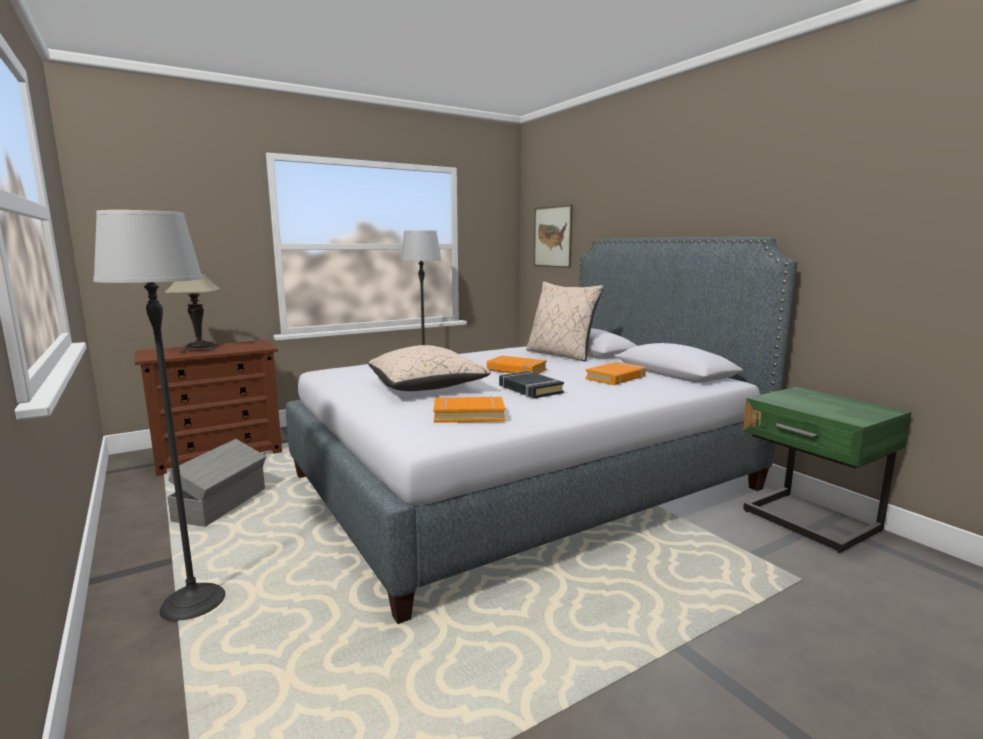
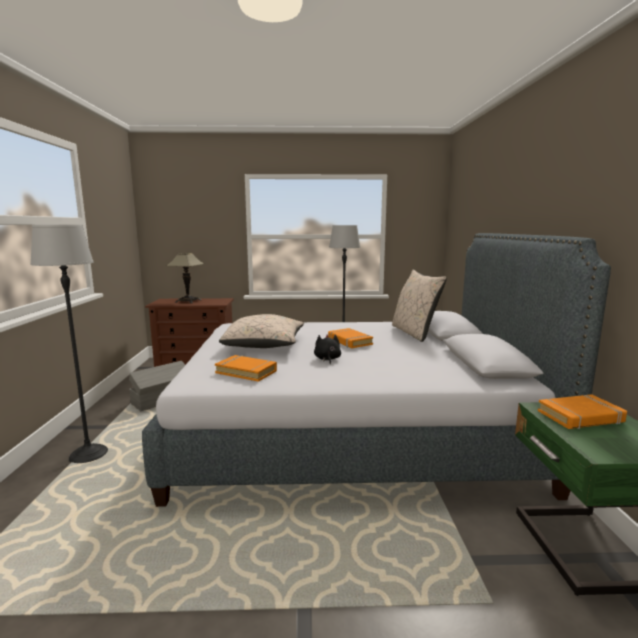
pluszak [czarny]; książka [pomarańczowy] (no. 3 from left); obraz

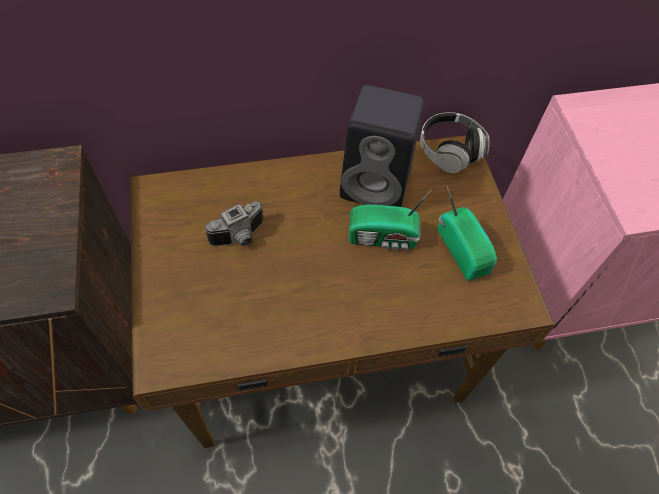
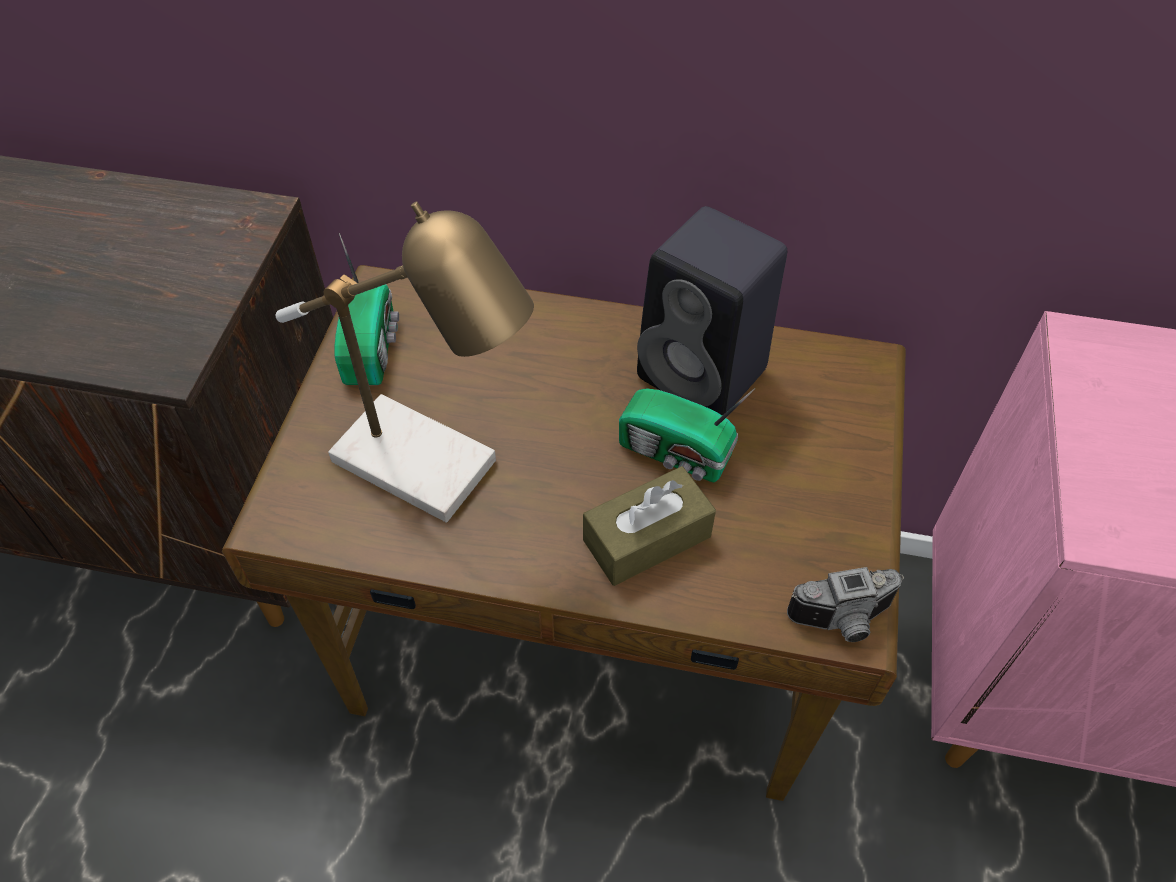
lampa stołowa; radio (no. 1 from left); pudełko chusteczek [brązowy]; aparat fotograficzny; słuchawki

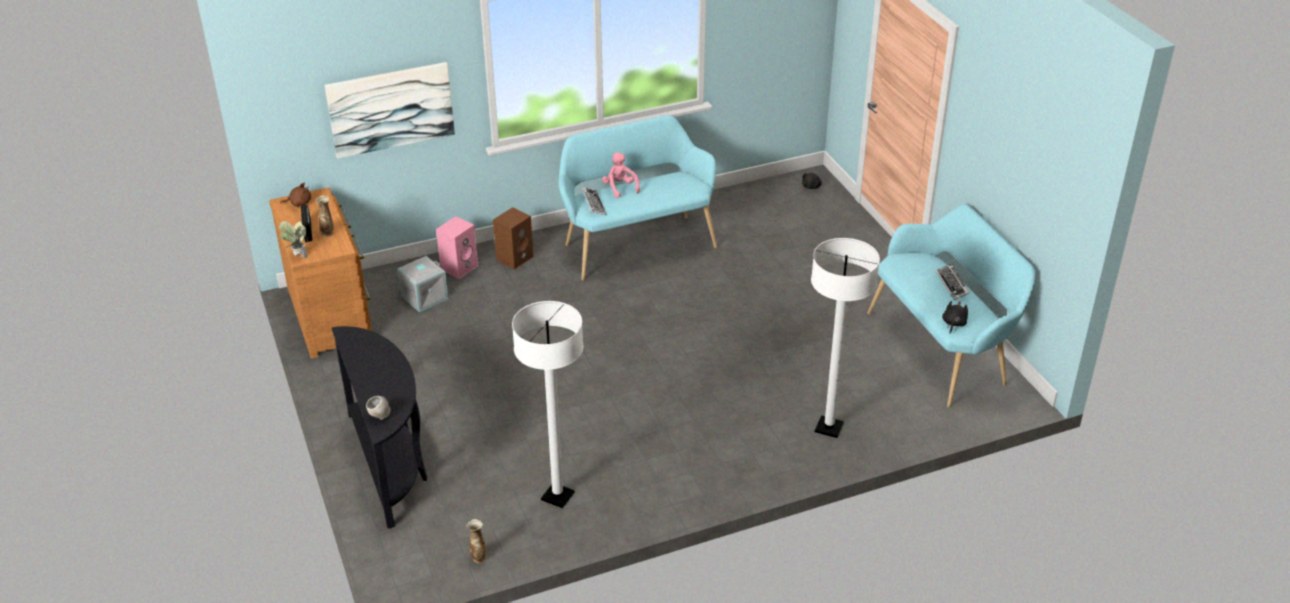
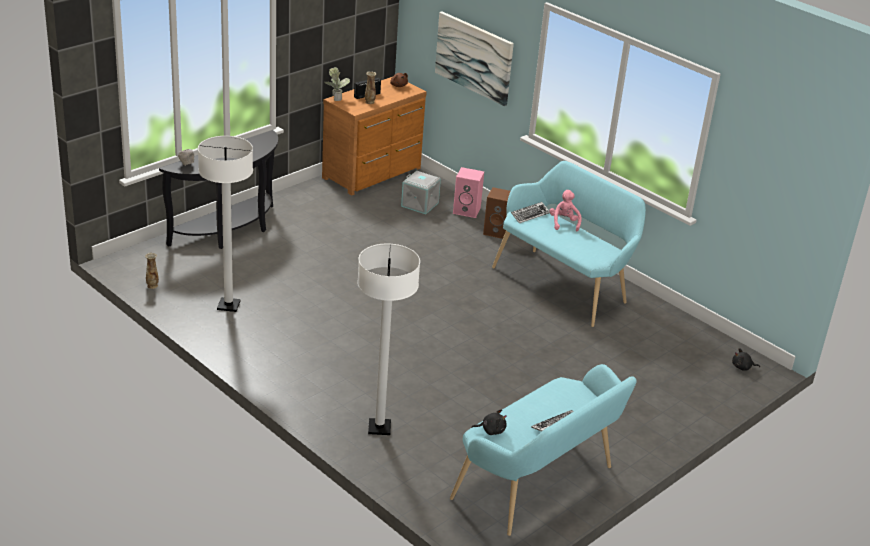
pluszak [różowy]

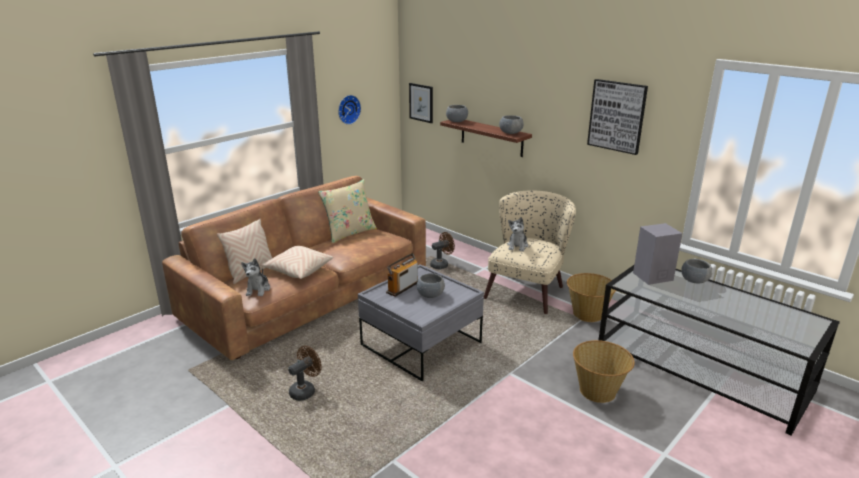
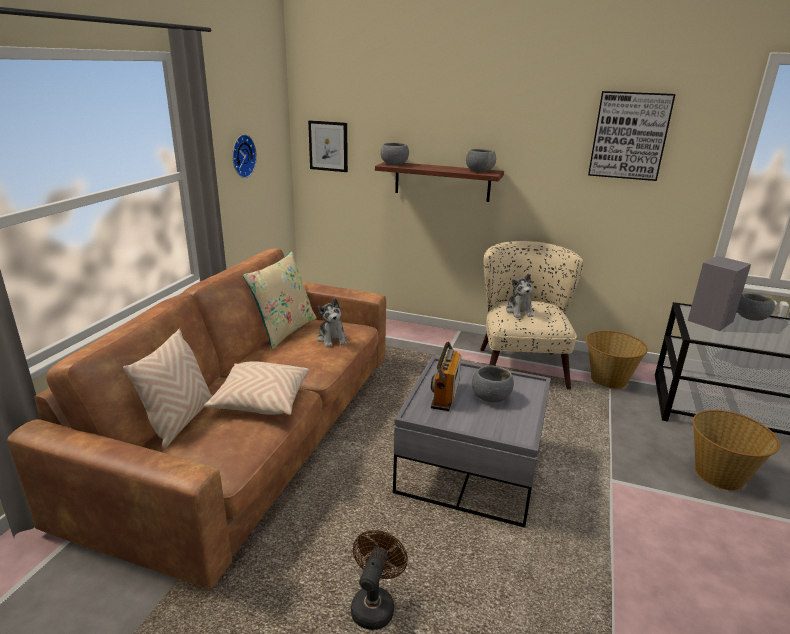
pluszak (no. 1 from left); wentylator [brązowy] (no. 2 from left in the first image)

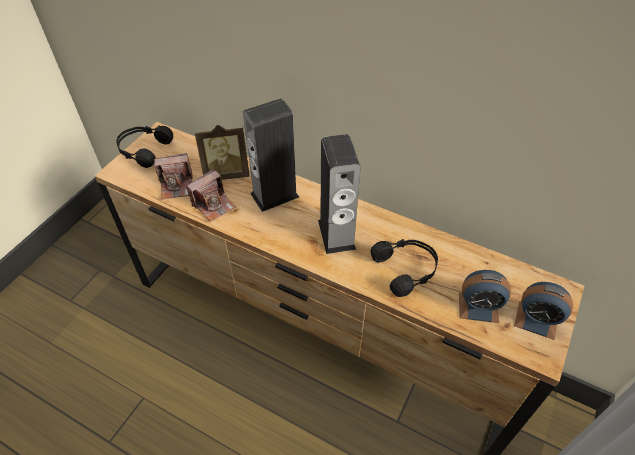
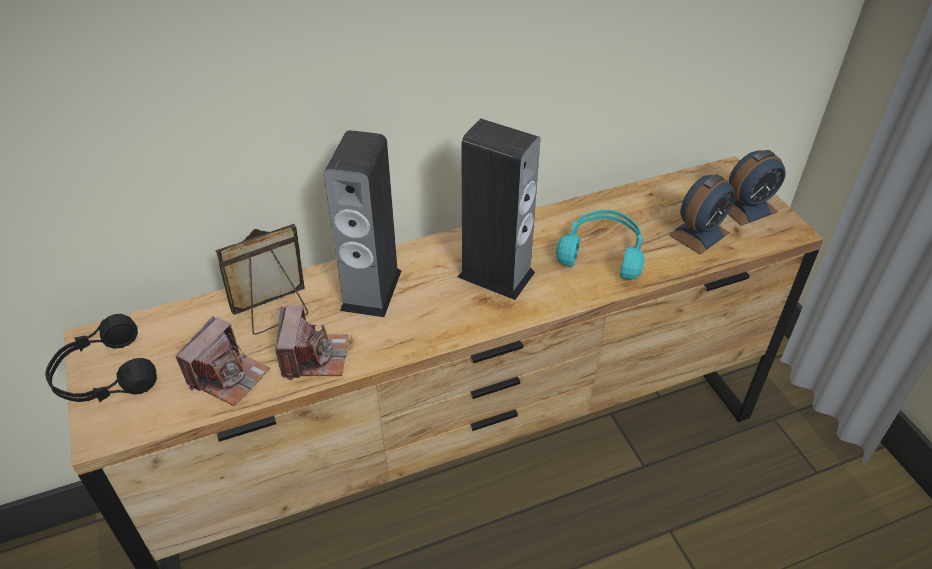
ramka na zdjęcie; słuchawki [turkusowy]

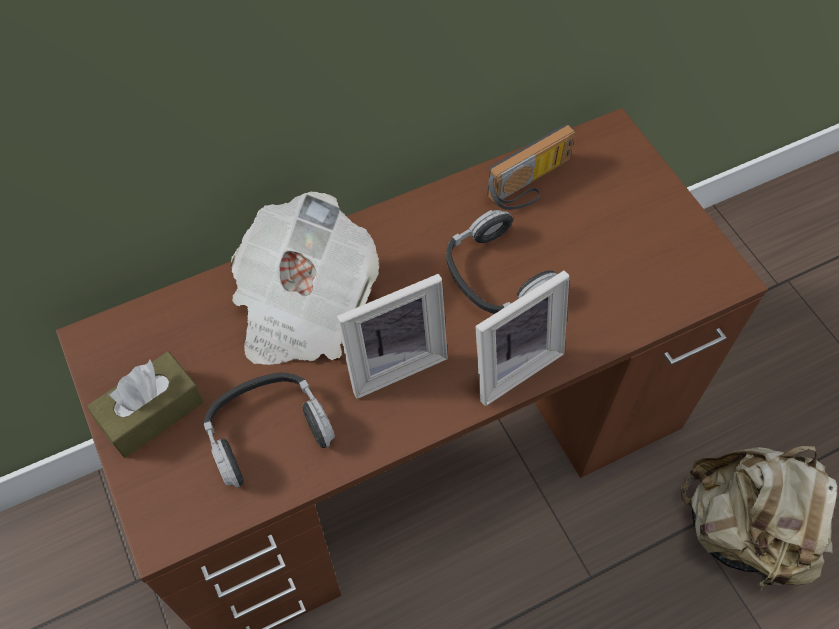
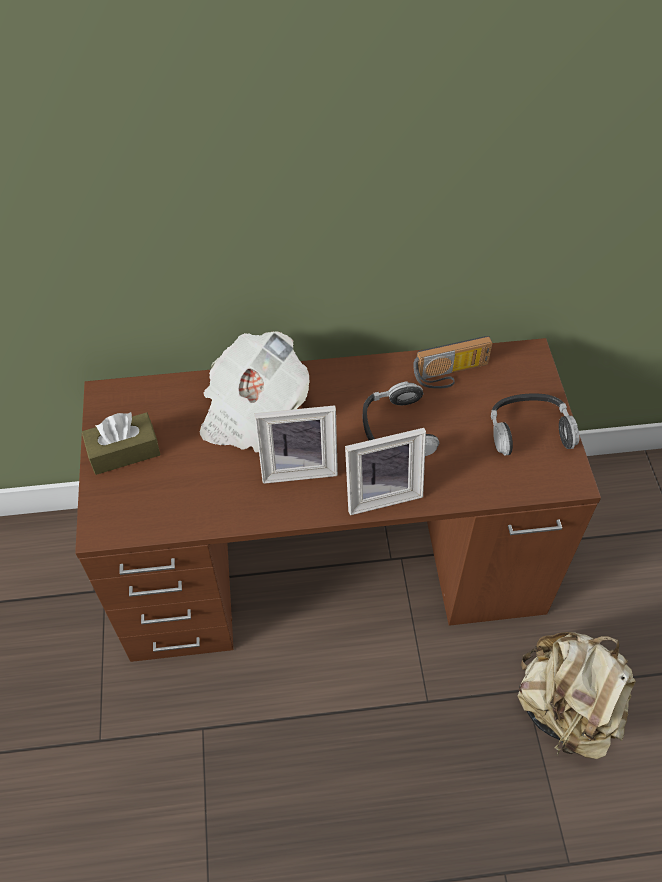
słuchawki (no. 2 from left)

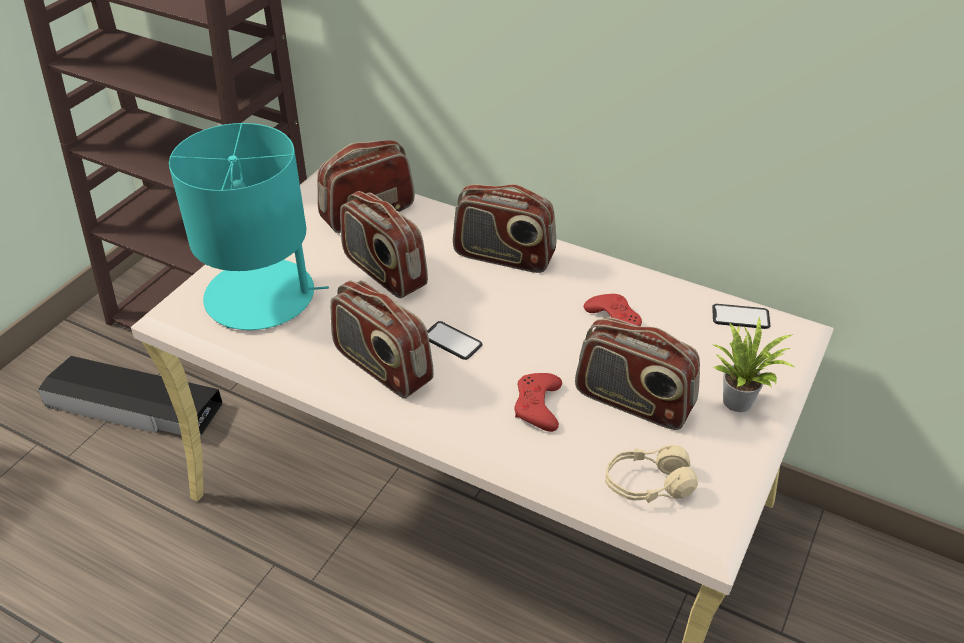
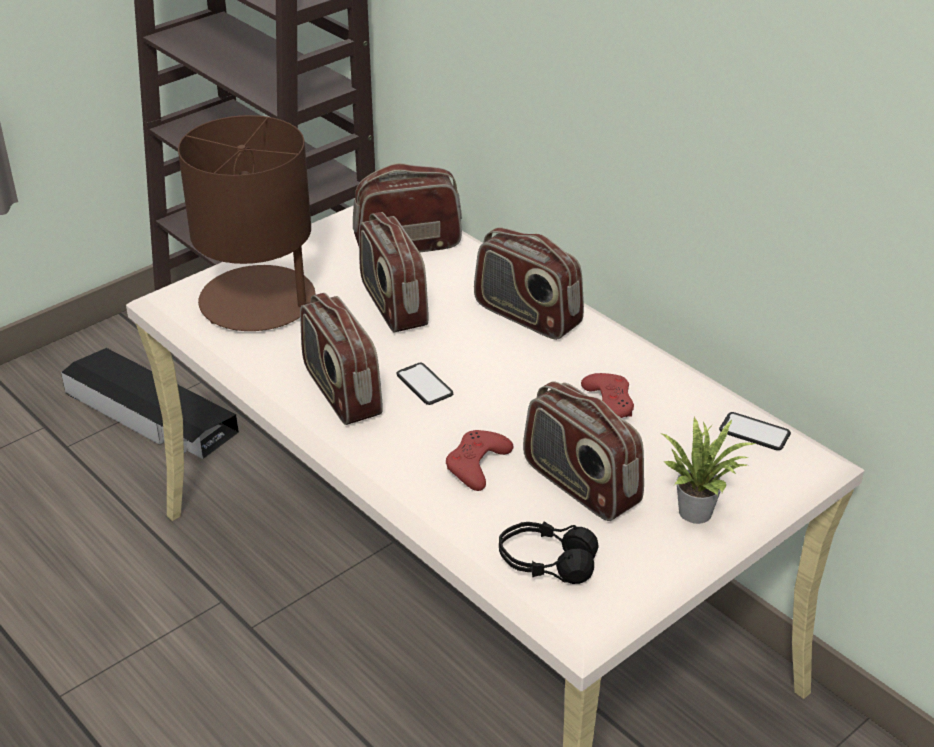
lampa stołowa [brązowy]; słuchawki [czarny]

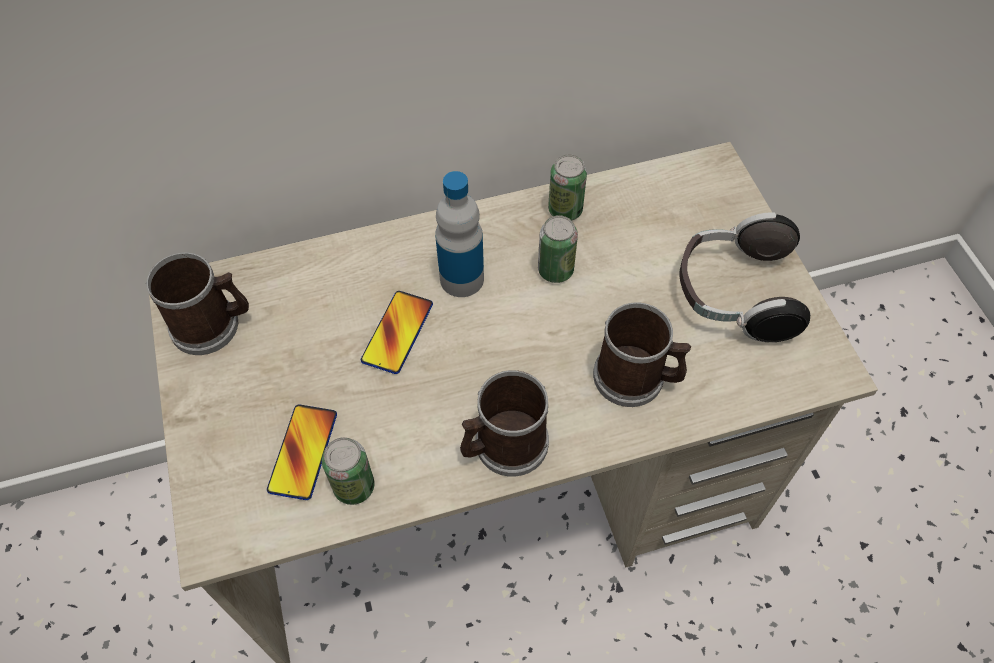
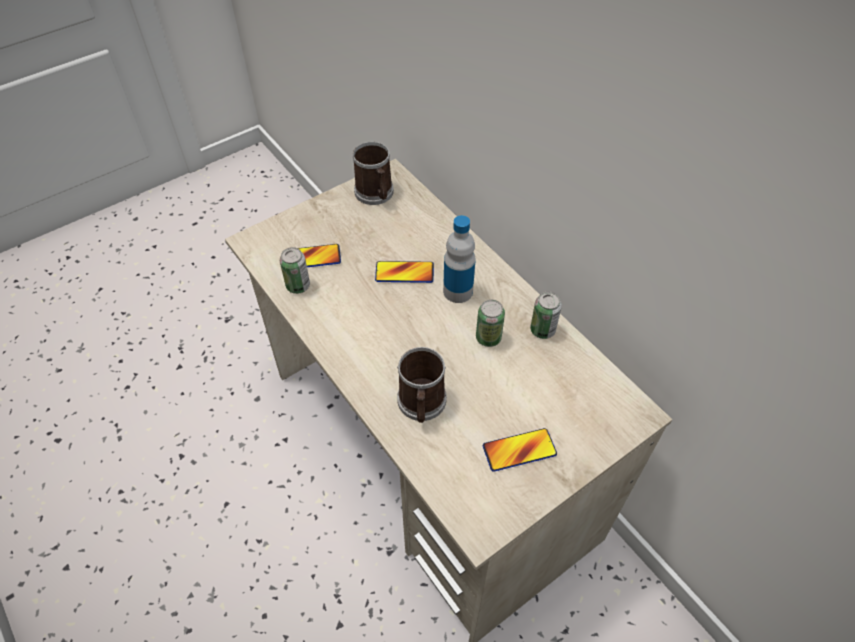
telefon (no. 3 from left); kubek (no. 2 from left in the first image)

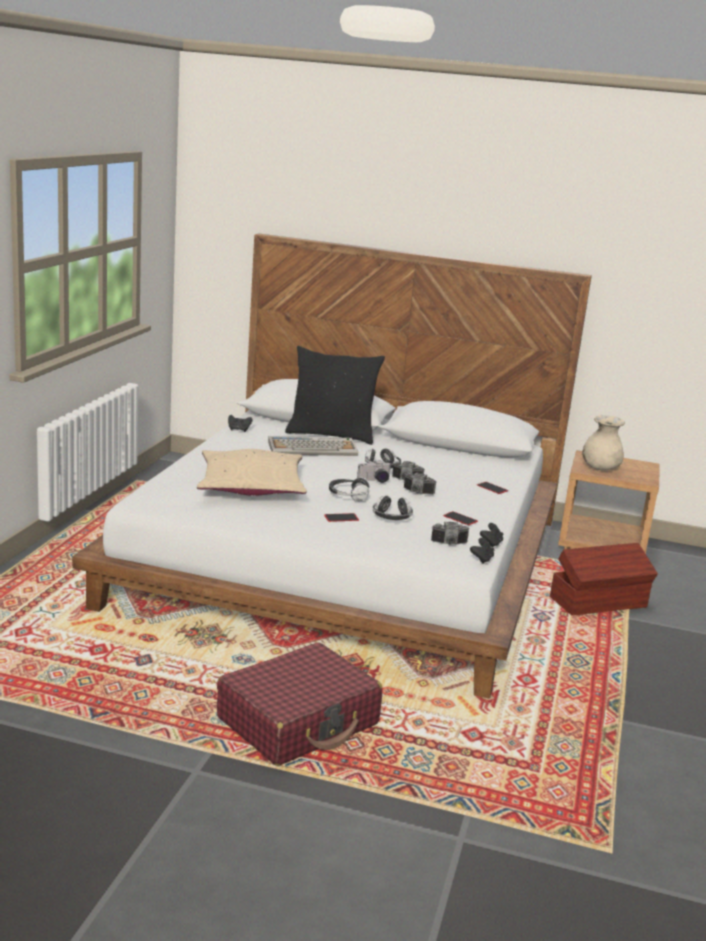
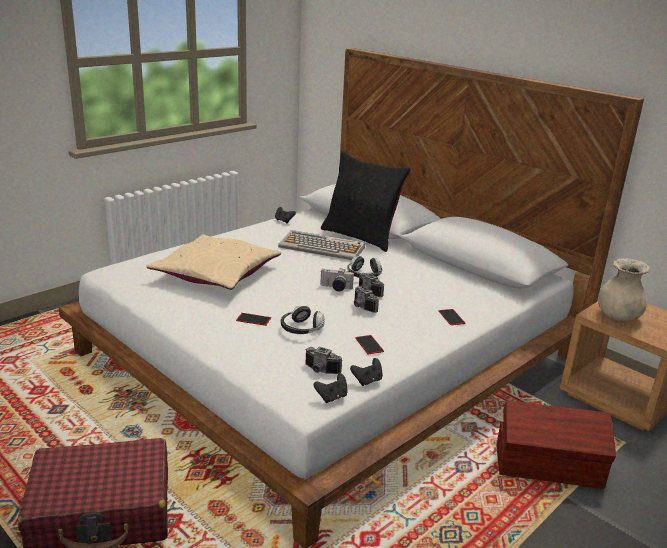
słuchawki (no. 1 from left in the first image)

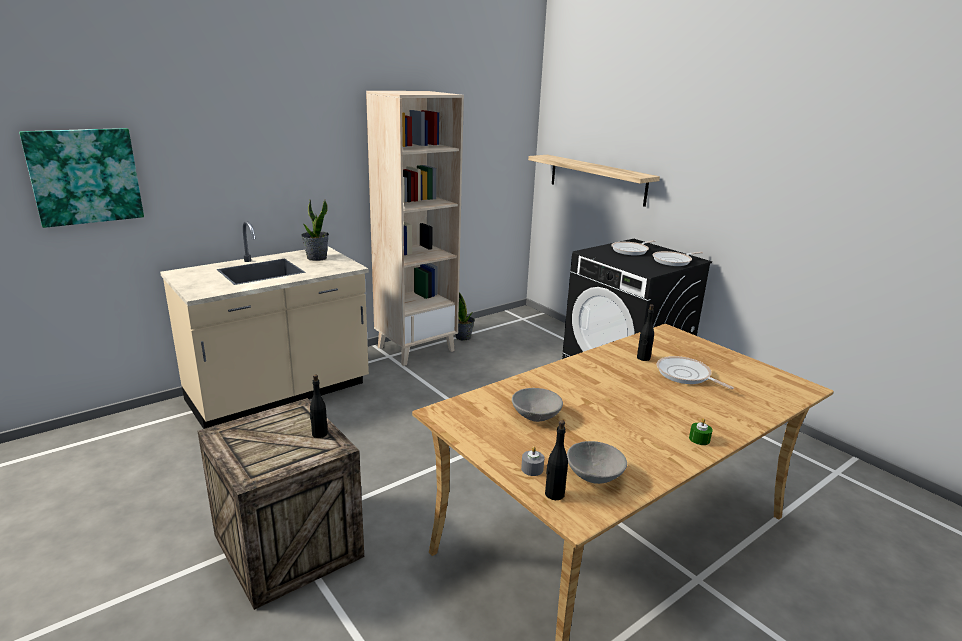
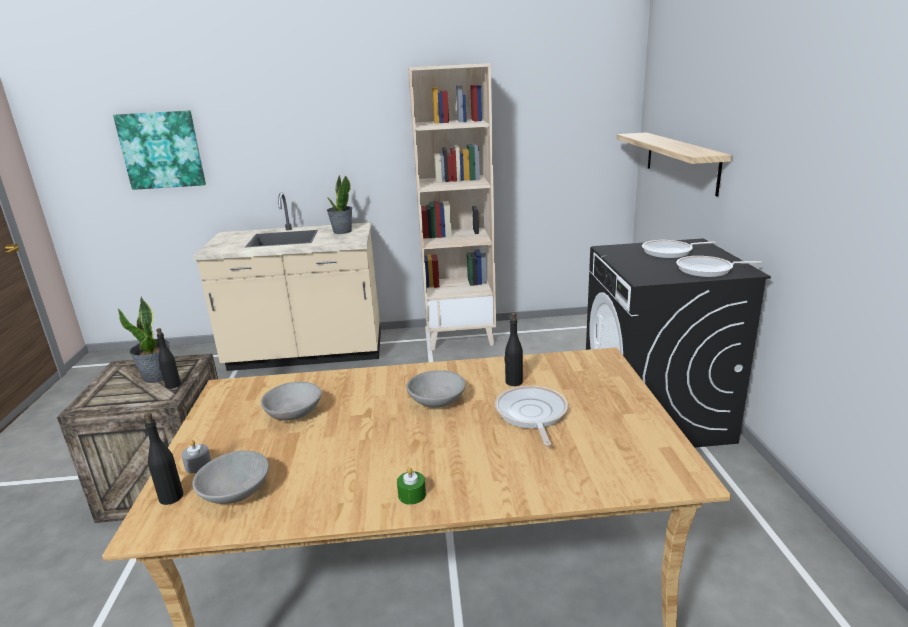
roślina doniczkowa (no. 1 from left); miska [szary] (no. 3 from left)

